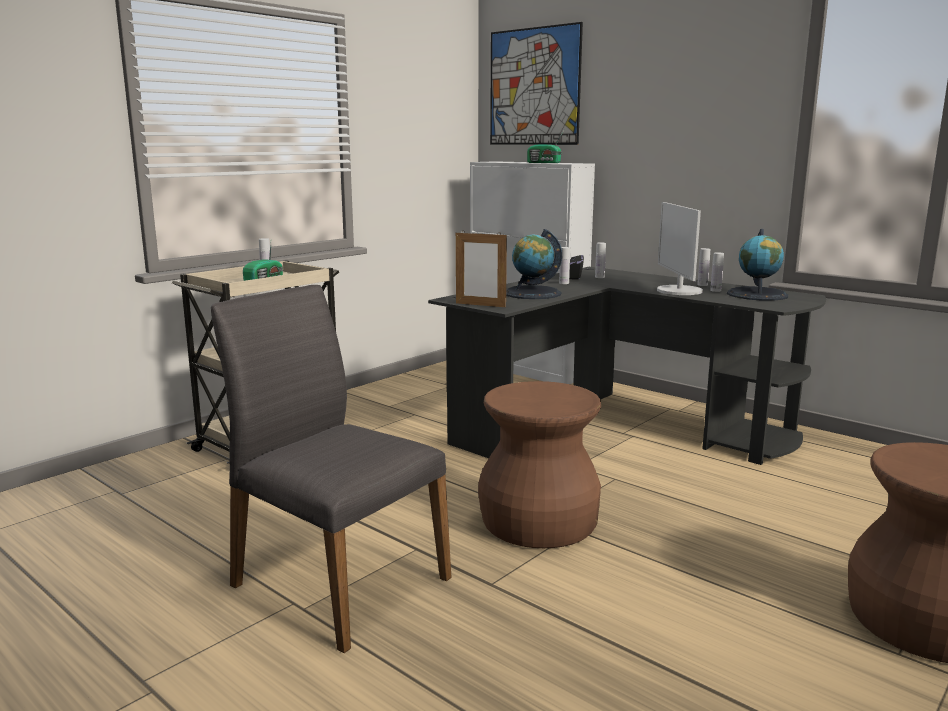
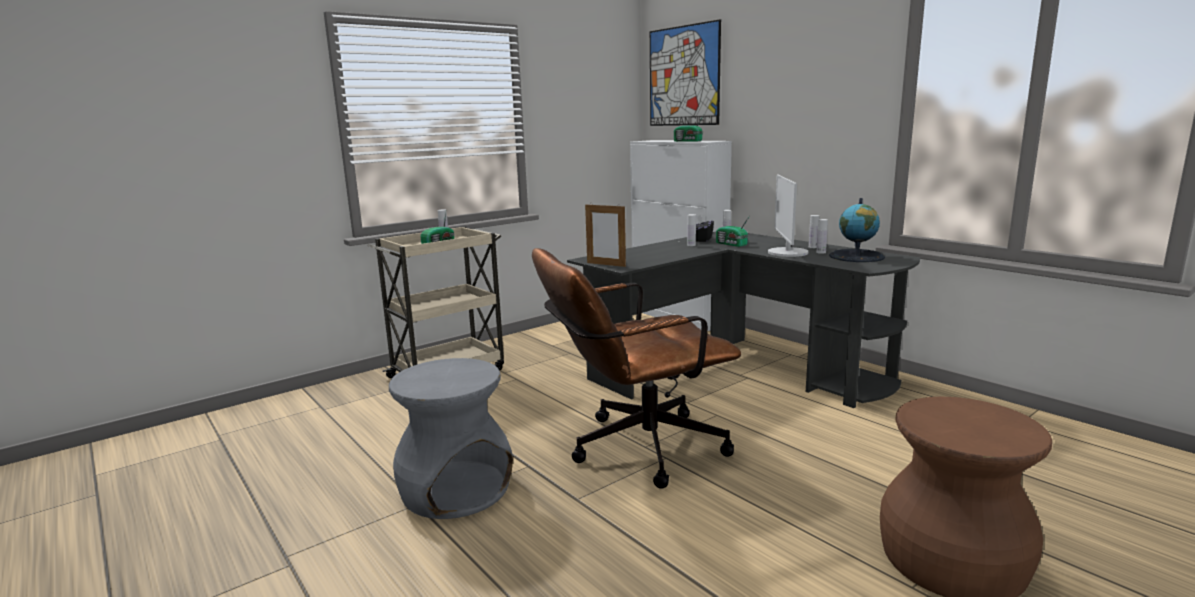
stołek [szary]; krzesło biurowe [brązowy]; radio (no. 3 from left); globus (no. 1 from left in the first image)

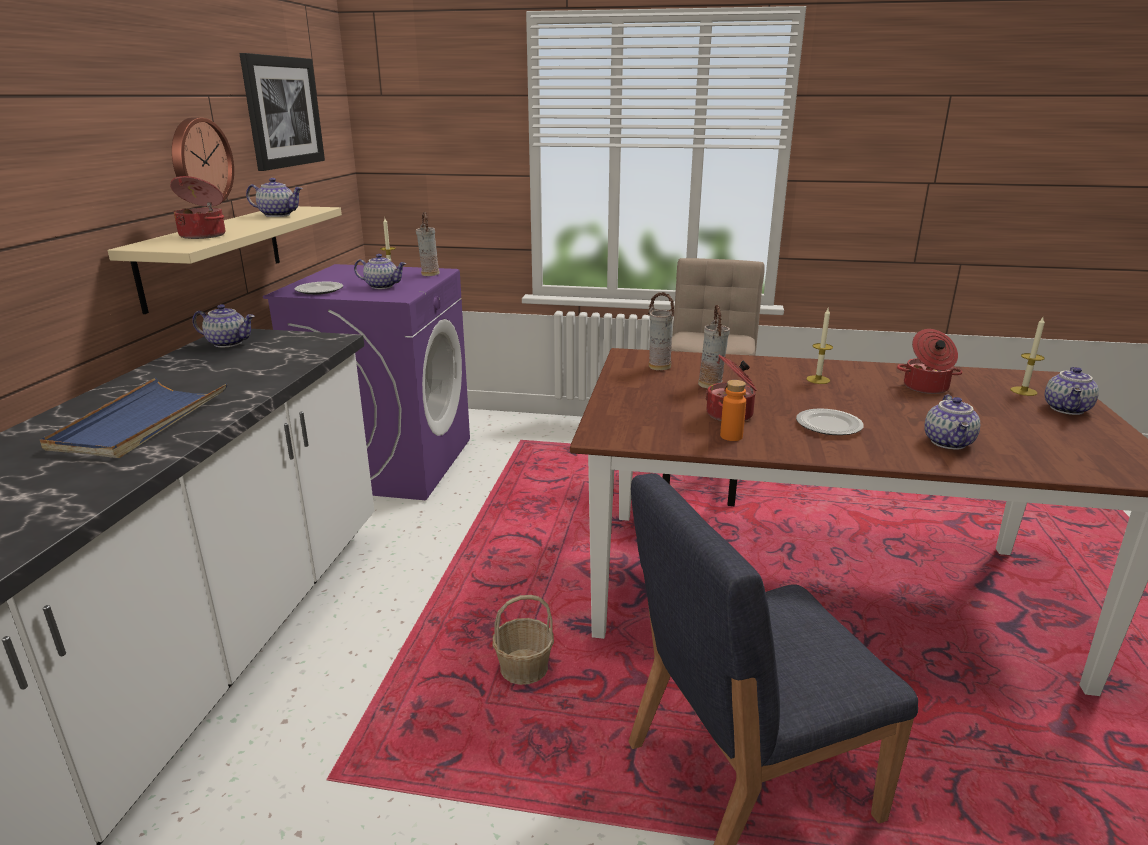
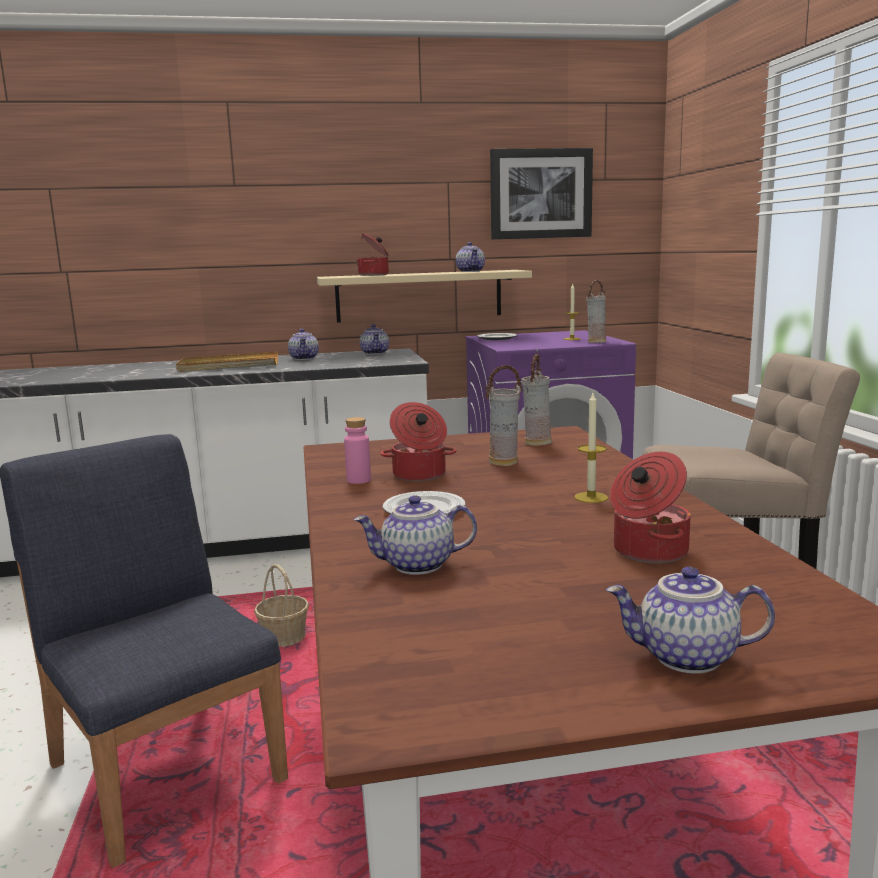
taca [beżowy]; imbryk (no. 1 from left); butelka [różowy]; zegar ścienny; świeca (no. 3 from left in the first image)

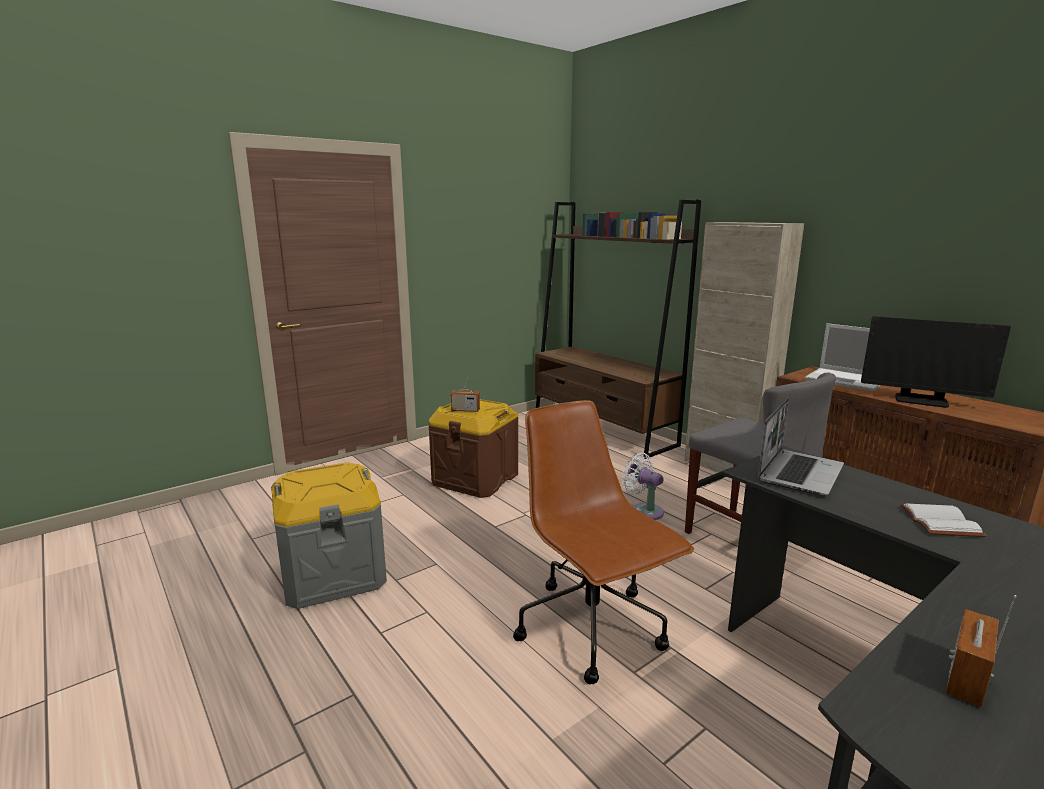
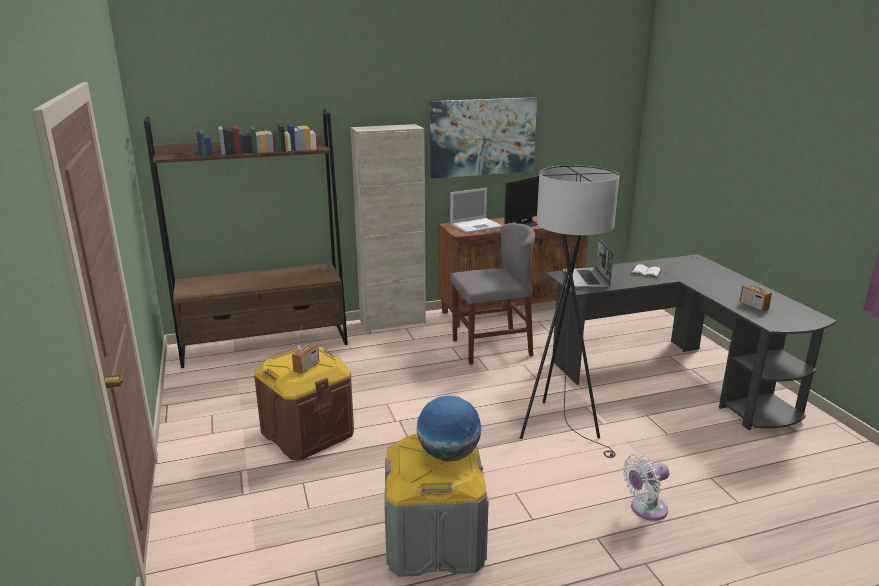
globus; obraz; lampa stojąca [szary]; laptop (no. 2 from left); wentylator [biały]

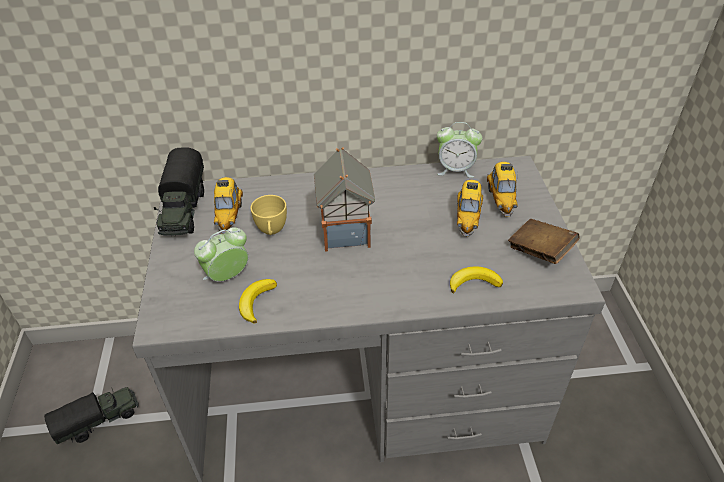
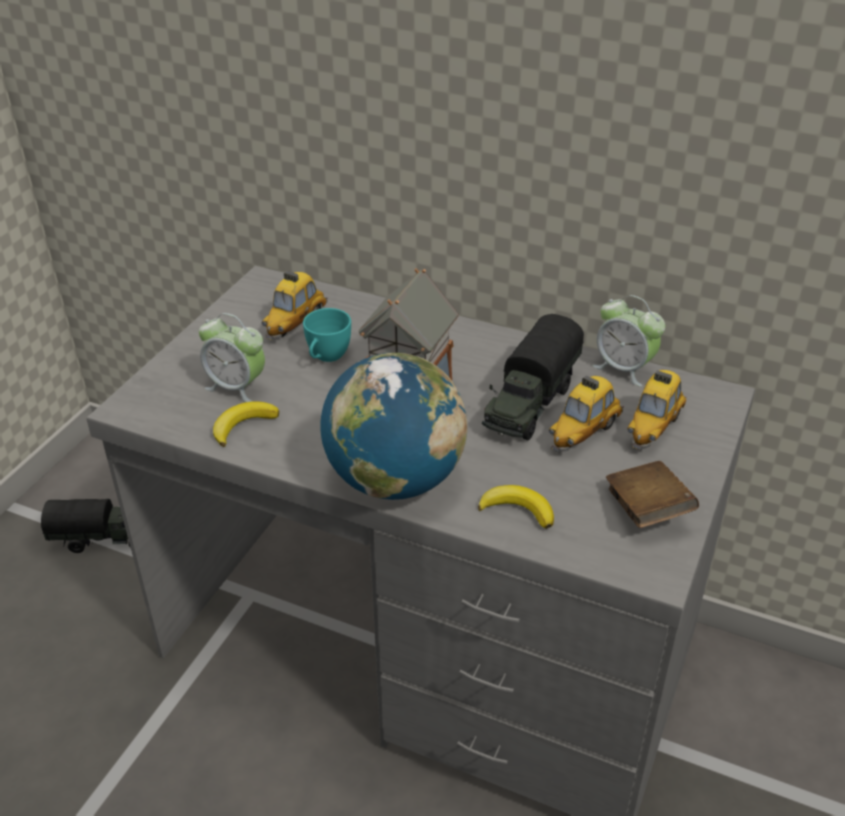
budzik (no. 1 from left); filiżanka [turkusowy]; globus; ciężarówka zabawkowa (no. 2 from left)

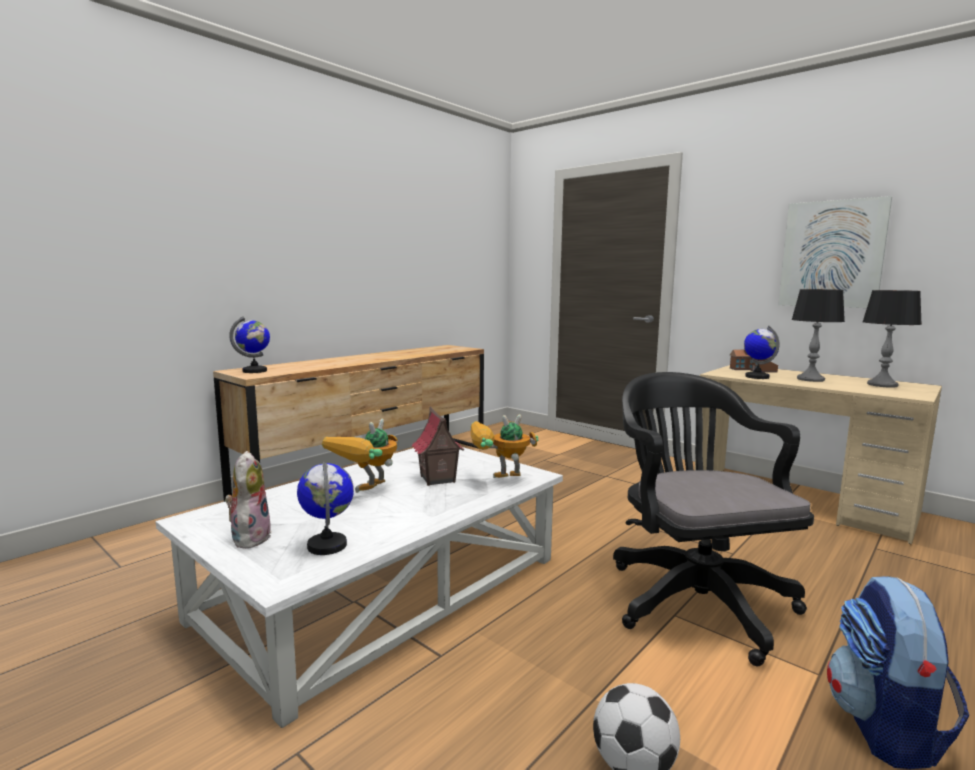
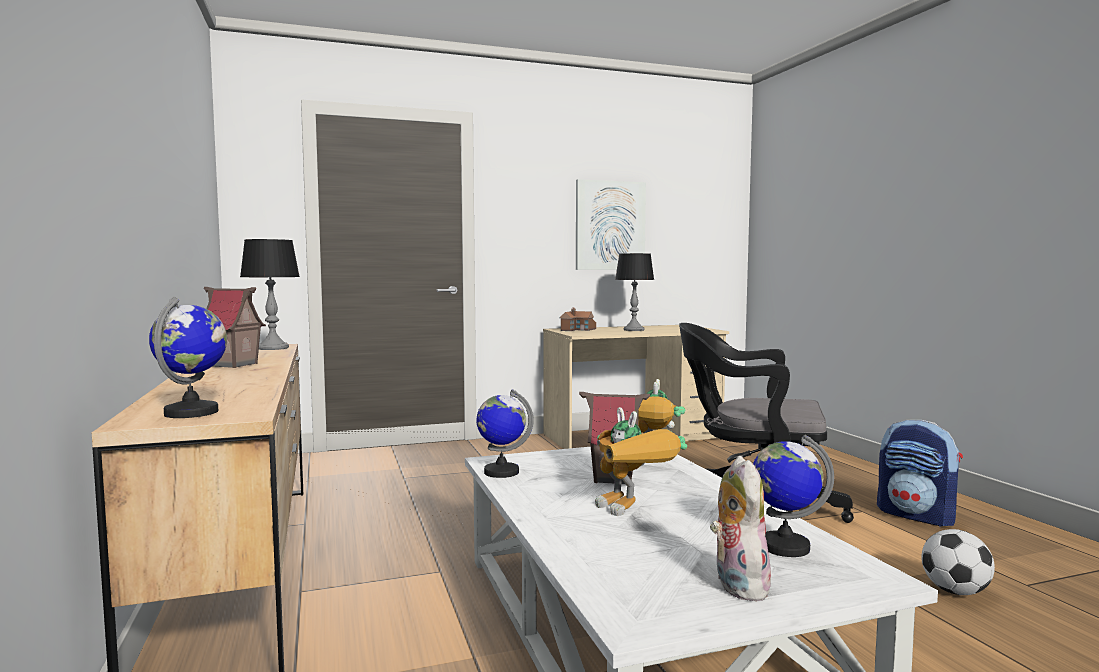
domek (no. 1 from left); lampa stołowa (no. 1 from left); globus (no. 2 from left); pluszak

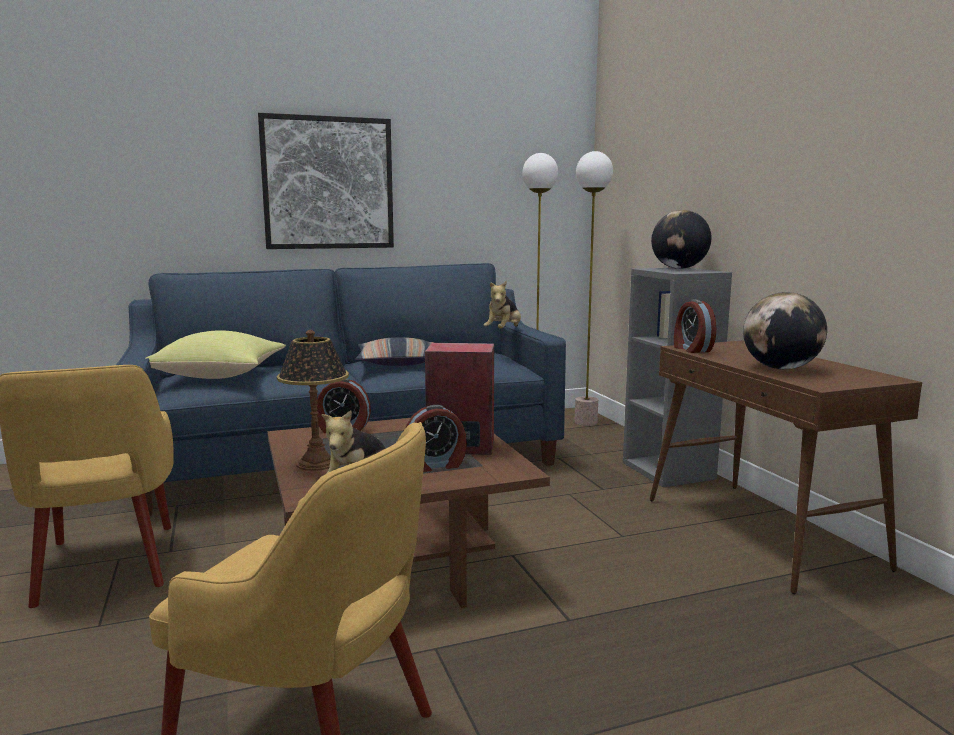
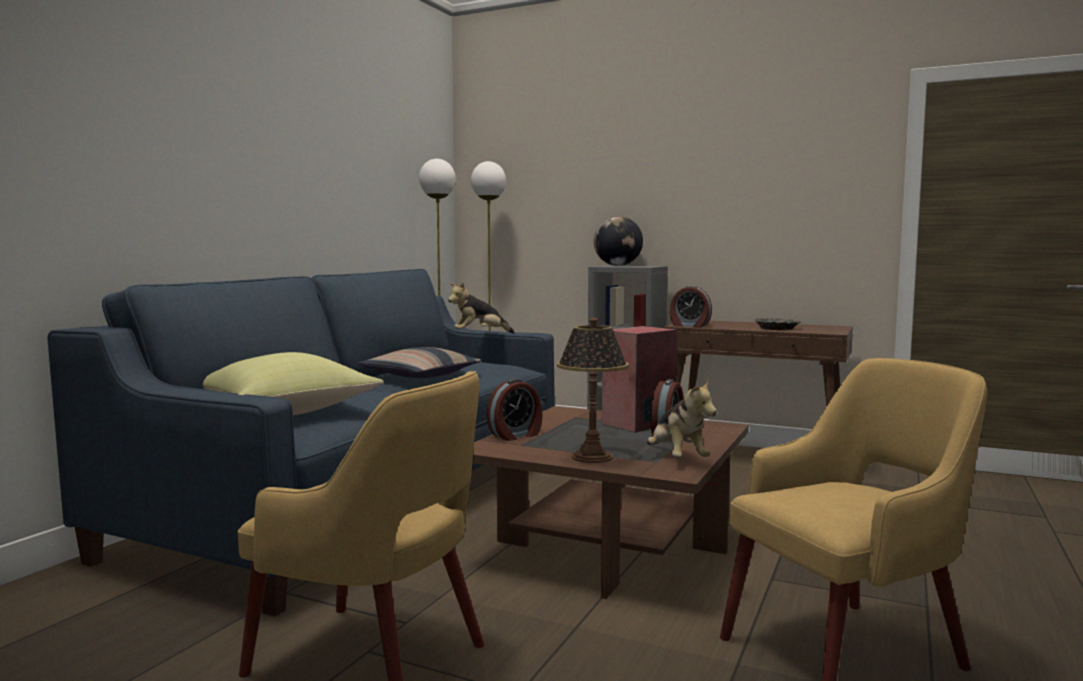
pluszak (no. 1 from left); miska; obraz

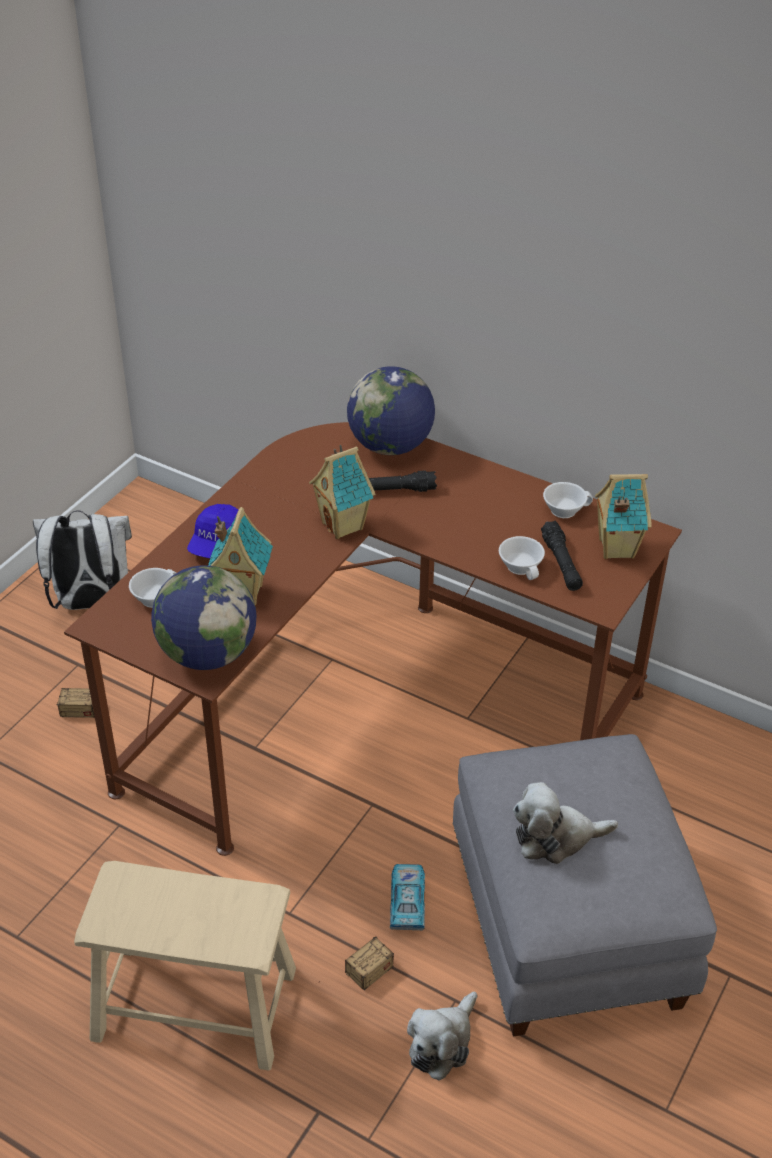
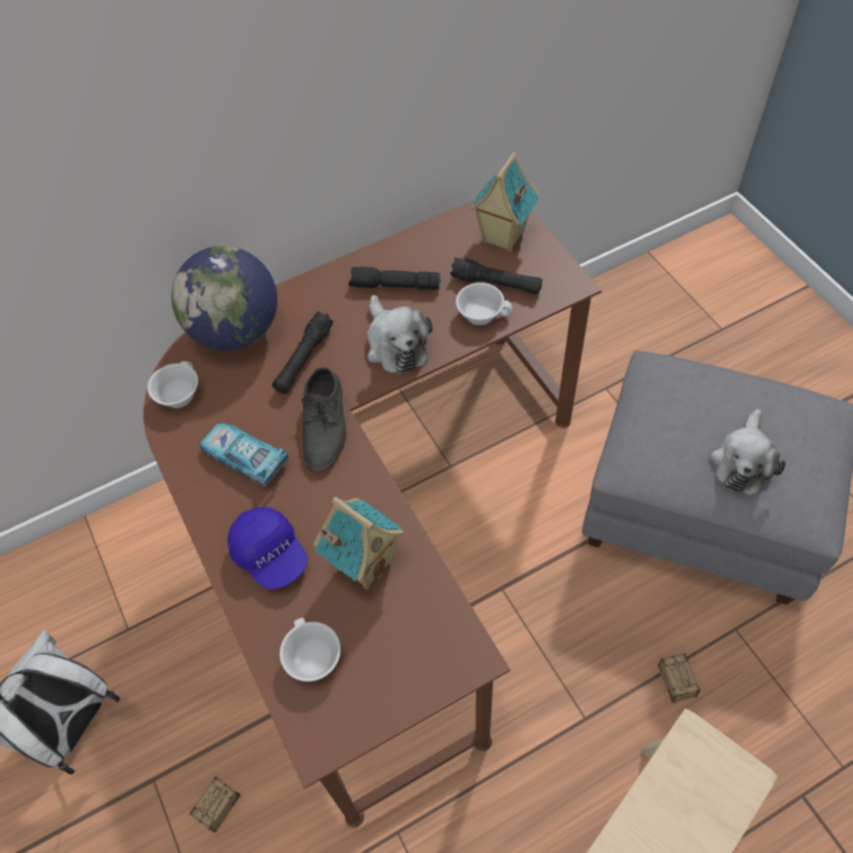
filiżanka [biały] (no. 1 from left); samochodzik; but [szary]; latarka [czarny] (no. 2 from left); pluszak (no. 1 from left); globus (no. 1 from left in the first image)

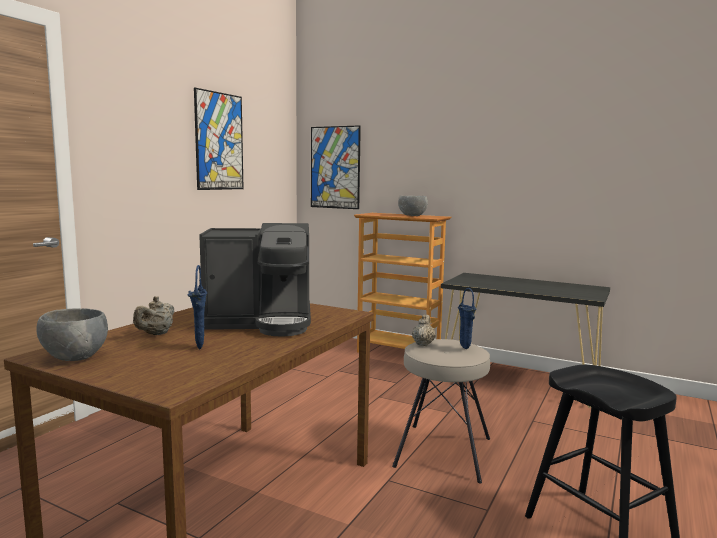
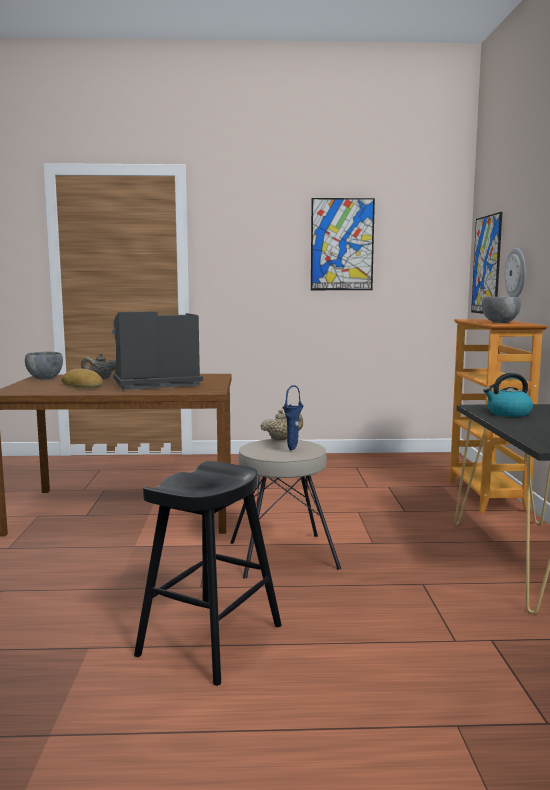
chleb; ekspres do kawy; czajnik; zegar ścienny

